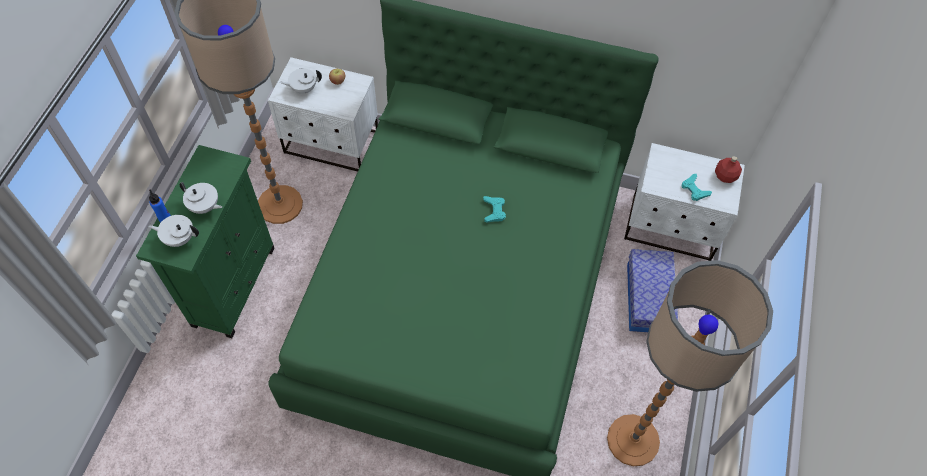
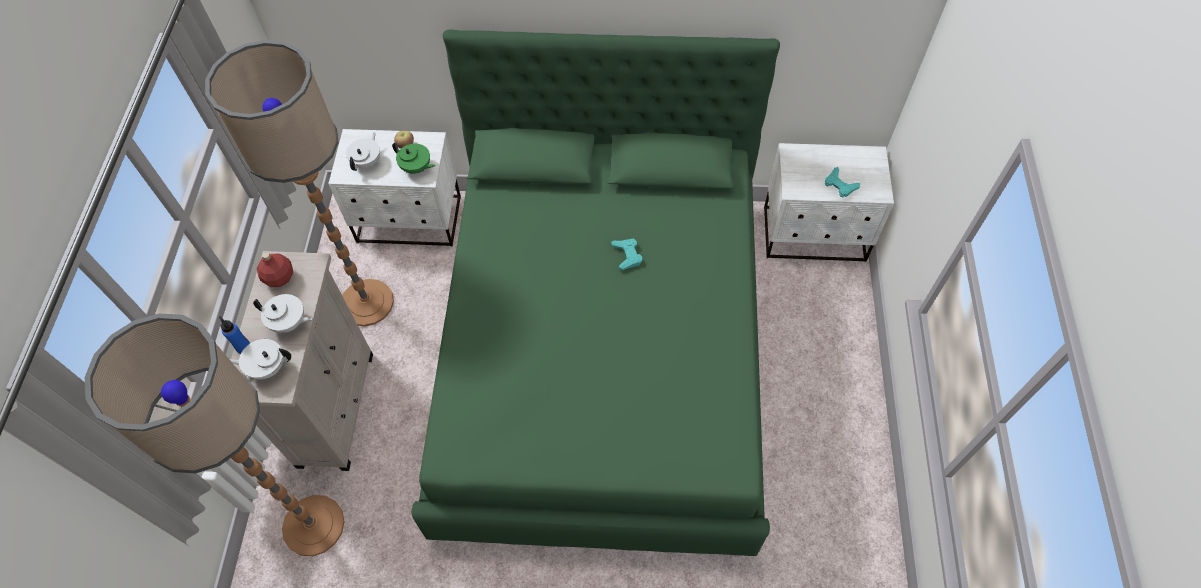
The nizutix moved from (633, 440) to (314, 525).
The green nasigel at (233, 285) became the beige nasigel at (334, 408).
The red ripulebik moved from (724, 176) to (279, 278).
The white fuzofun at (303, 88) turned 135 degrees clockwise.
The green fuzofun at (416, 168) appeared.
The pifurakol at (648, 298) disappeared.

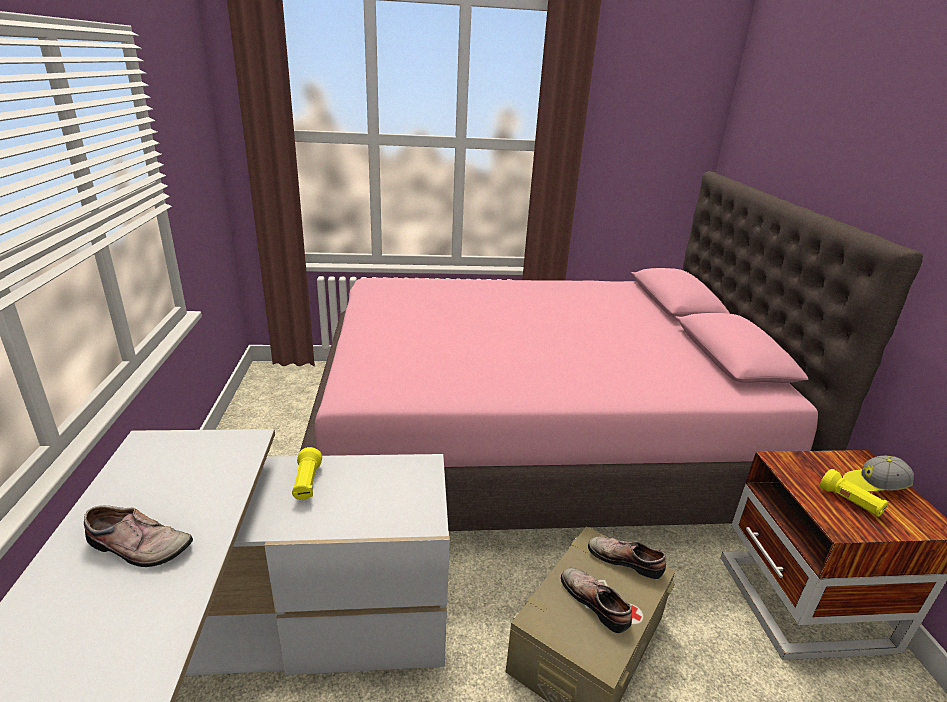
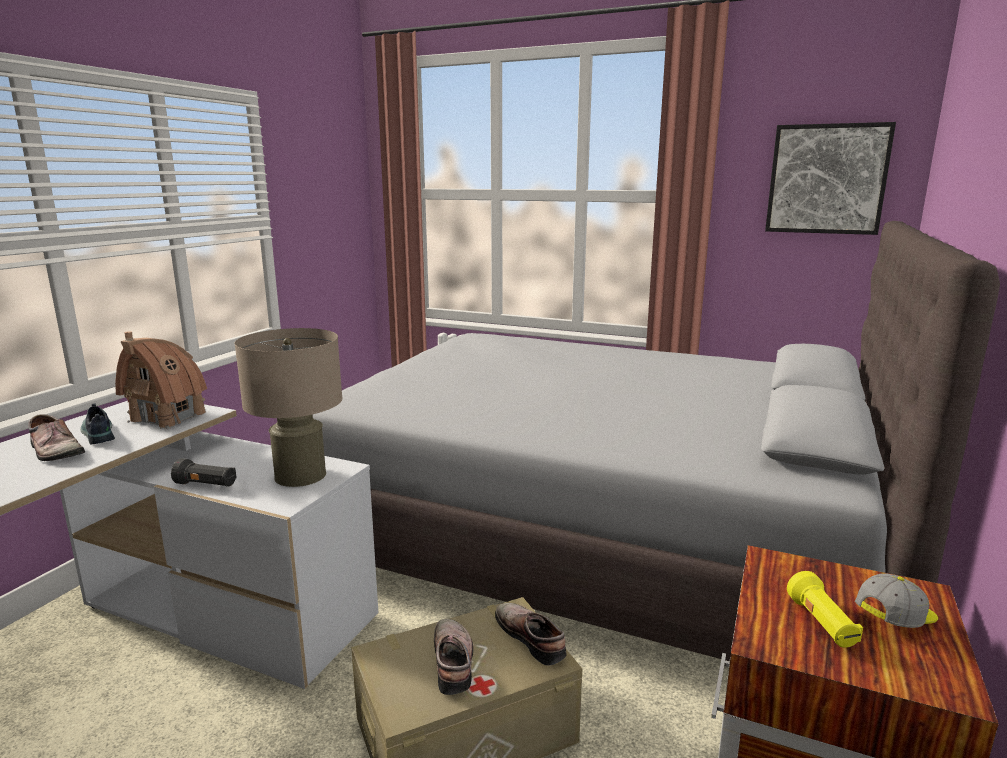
The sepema at (97, 434) appeared.
The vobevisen at (168, 417) appeared.
The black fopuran at (206, 485) appeared.
The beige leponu at (300, 475) appeared.
The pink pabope at (535, 440) became the grey pabope at (596, 532).
The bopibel at (826, 179) appeared.
The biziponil at (873, 485) turned 120 degrees clockwise.
The yellow fopuran at (307, 483) disappeared.

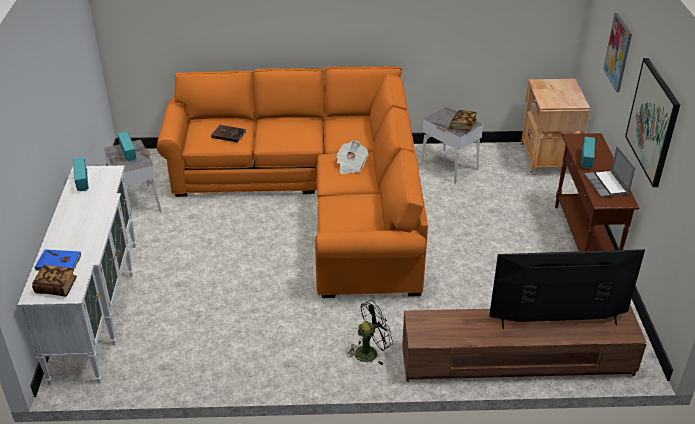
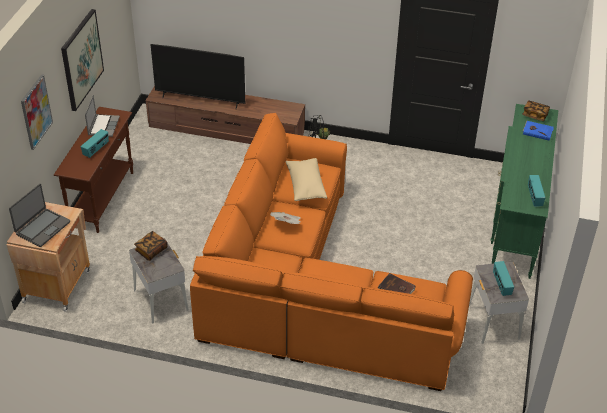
The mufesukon at (42, 228) appeared.
The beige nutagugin at (305, 186) appeared.
The white nasigel at (97, 309) became the green nasigel at (516, 220).

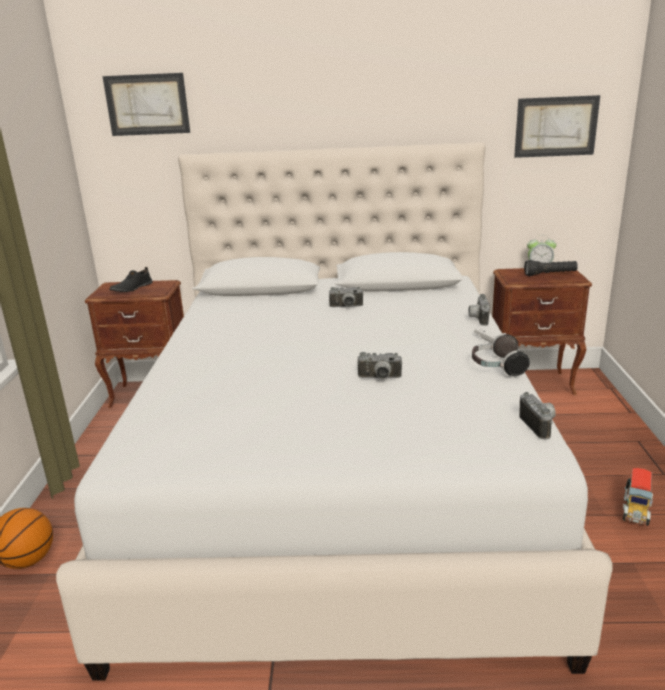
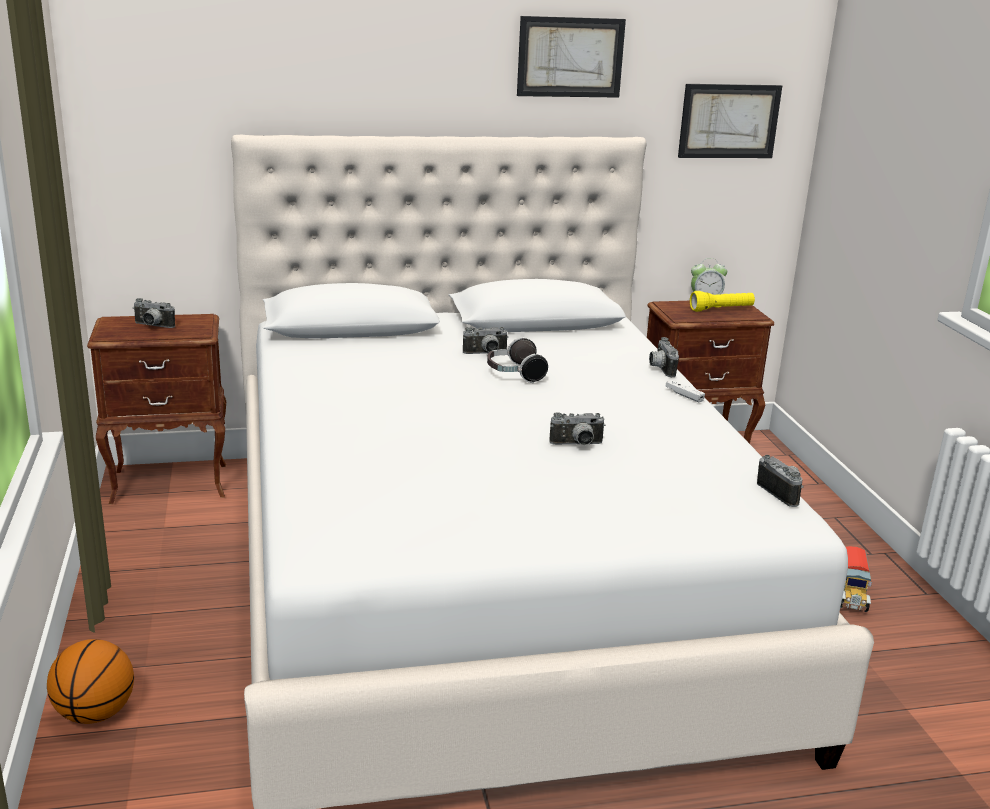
The black sepema at (131, 288) was replaced by the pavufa at (152, 326).
The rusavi moved from (497, 367) to (514, 374).
The bopibel moved from (147, 104) to (570, 57).
The black fopuran at (550, 274) became the yellow fopuran at (721, 310).

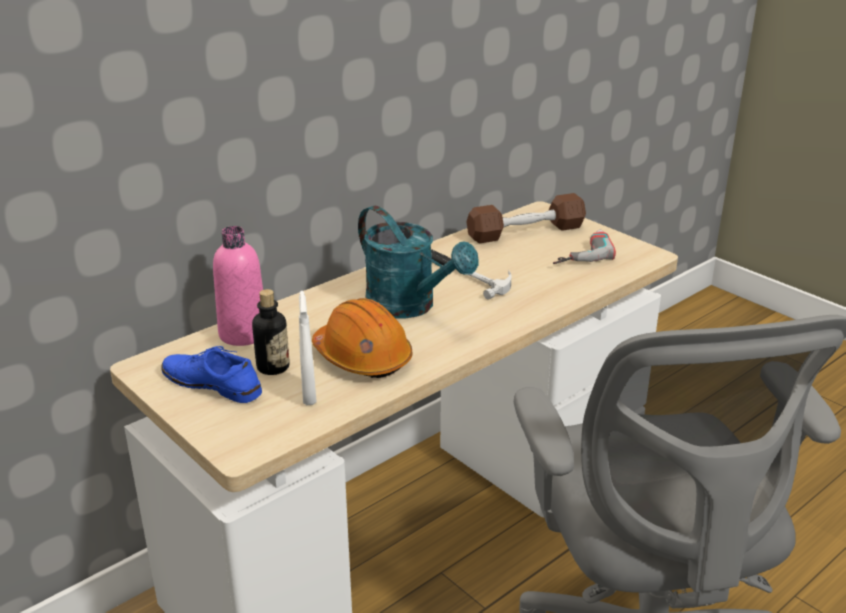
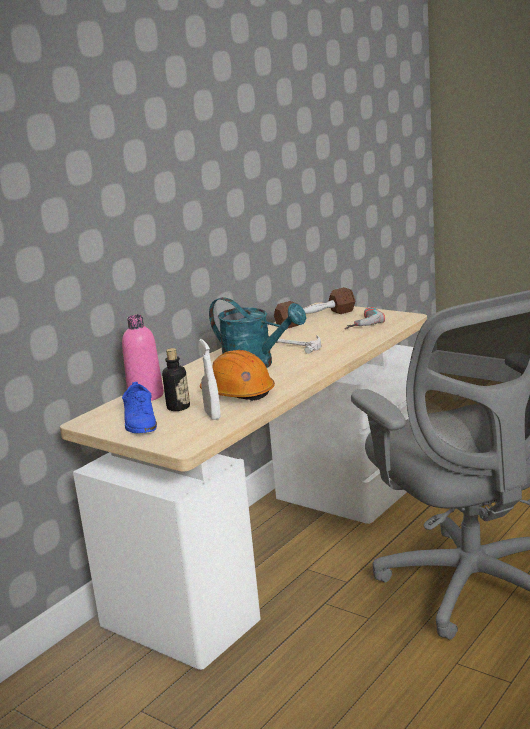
The blue sepema at (212, 384) turned 120 degrees counterclockwise.

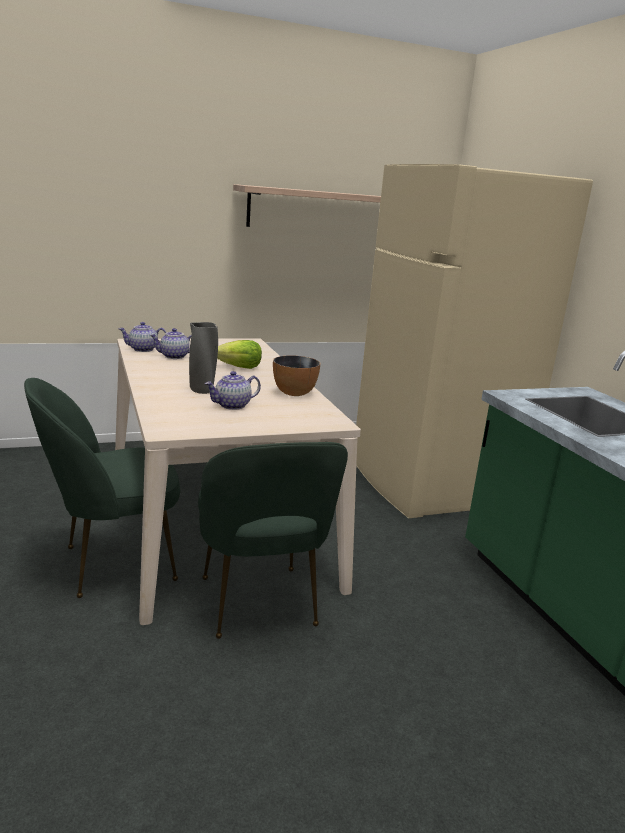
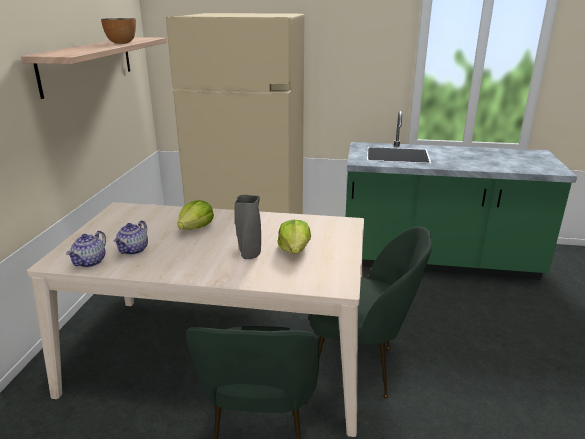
The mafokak moved from (294, 393) to (121, 43).
The fuzofun at (232, 405) was replaced by the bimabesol at (294, 250).

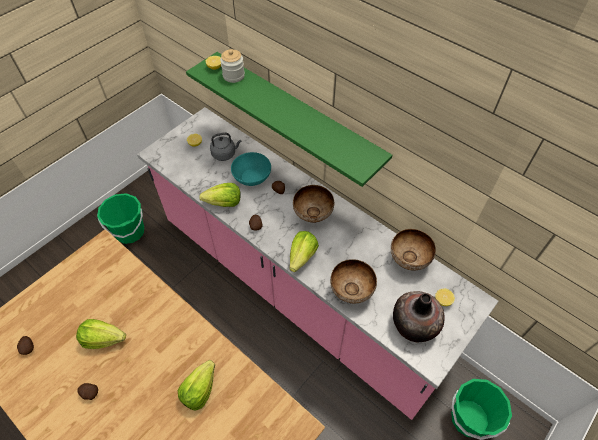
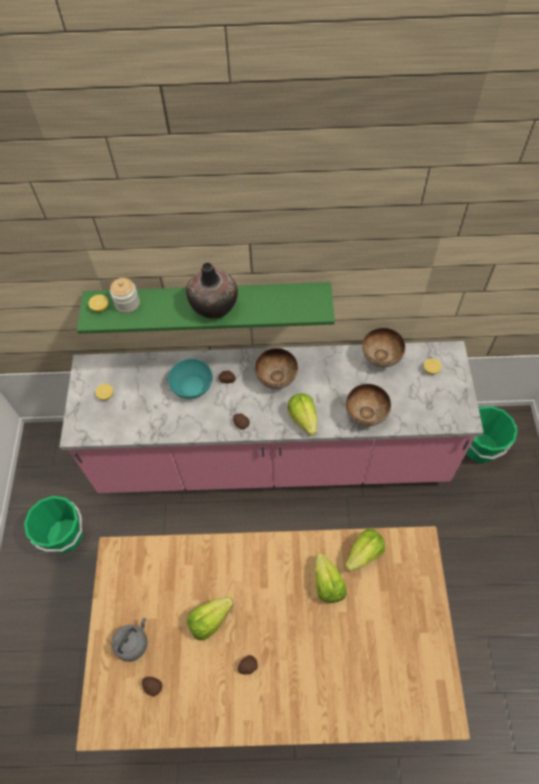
The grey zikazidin moved from (225, 154) to (133, 642).
The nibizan moved from (414, 324) to (214, 305).
The bimabesol moved from (224, 203) to (364, 554).

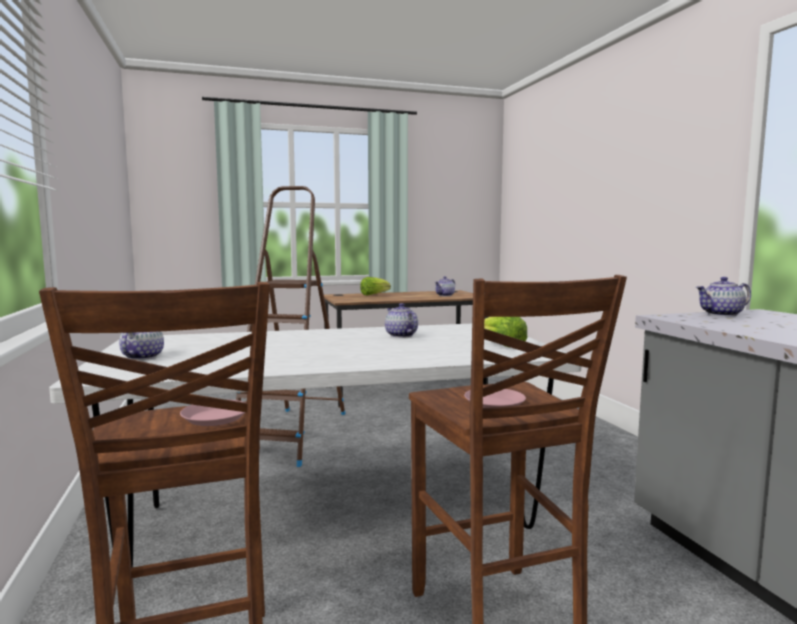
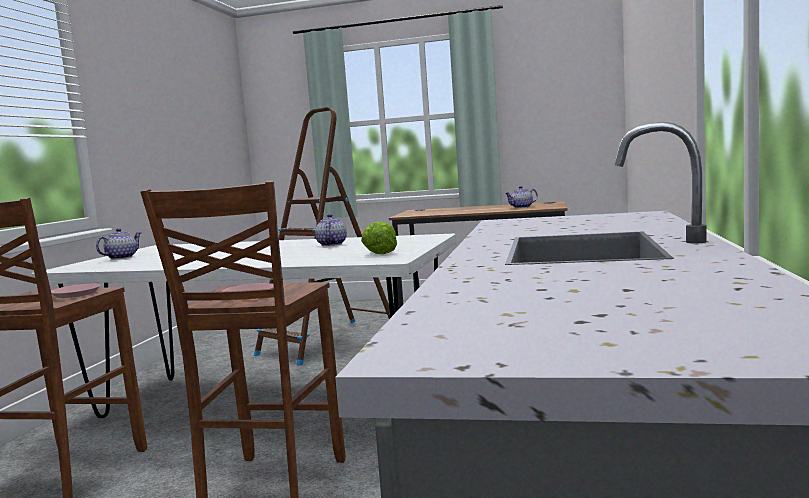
The bimabesol at (373, 295) disappeared.
The fuzofun at (722, 314) disappeared.

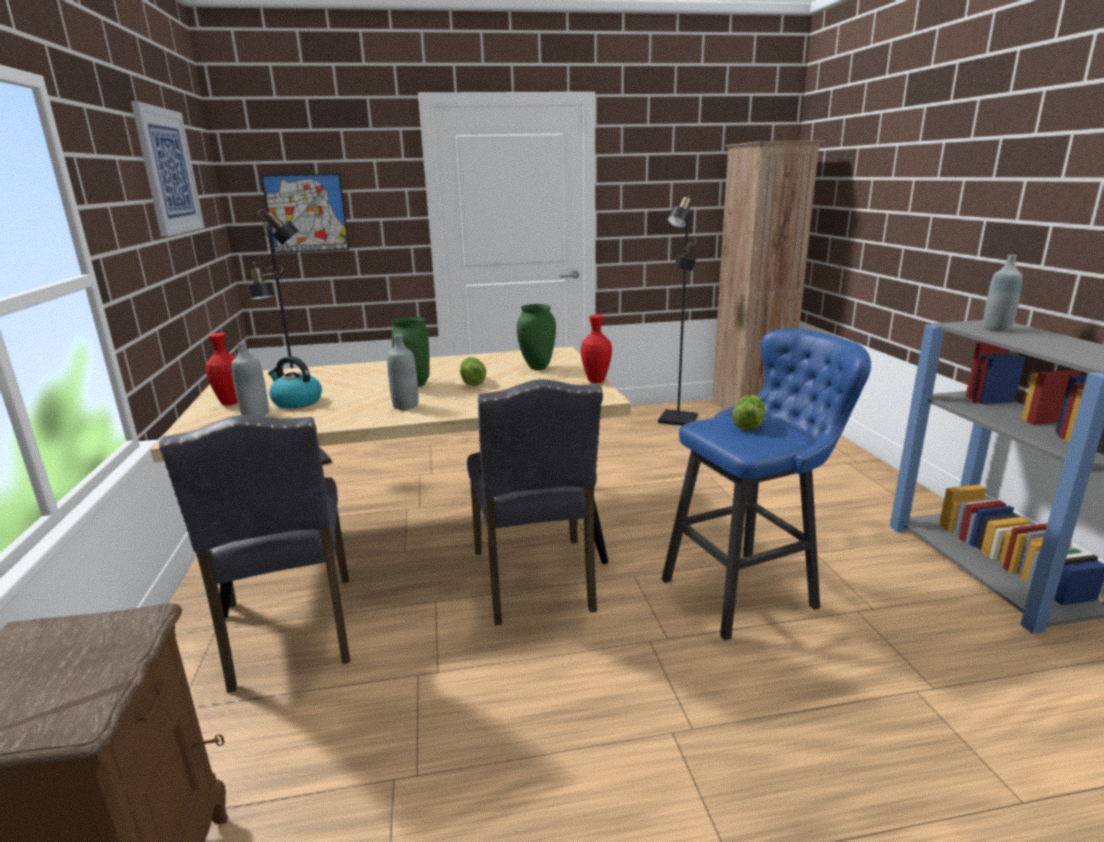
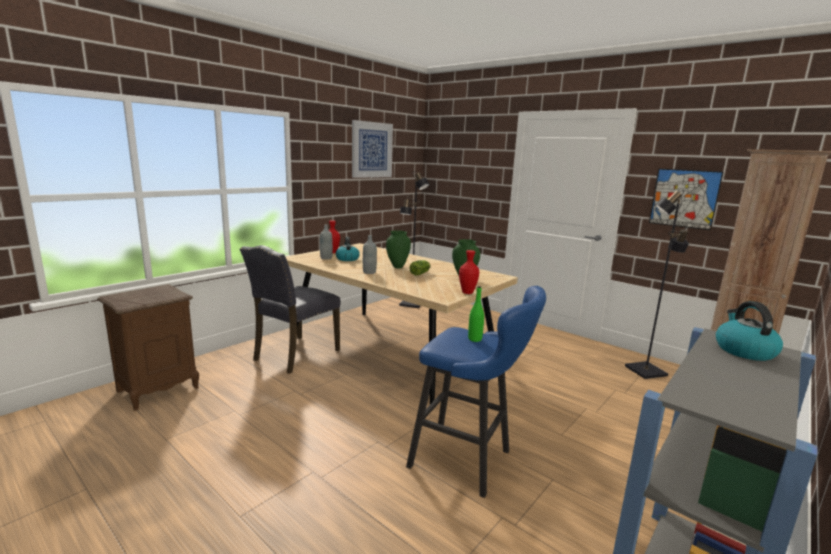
The bimabesol at (748, 423) was replaced by the green ripulebik at (475, 339).
The bopibel moved from (306, 213) to (684, 198).
The grey ripulebik at (996, 329) was replaced by the zikazidin at (743, 350).
The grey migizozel at (536, 581) disappeared.

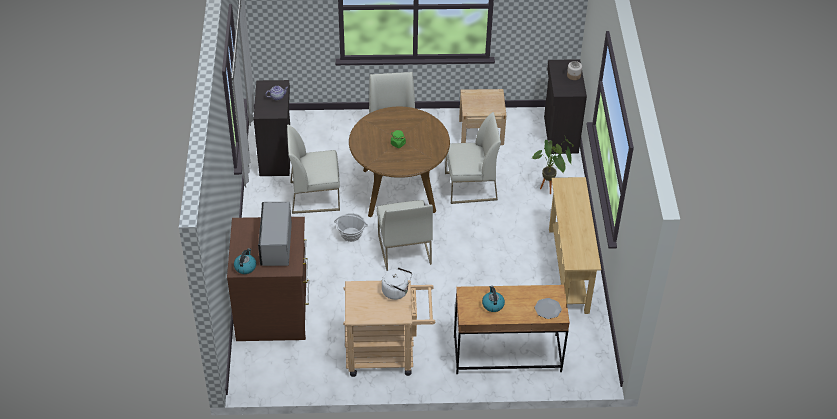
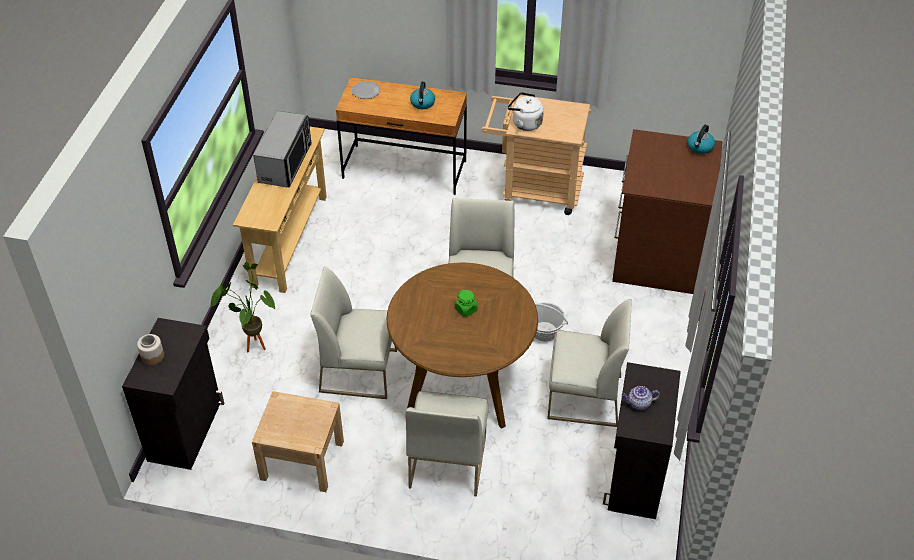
The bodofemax moved from (275, 244) to (285, 163).

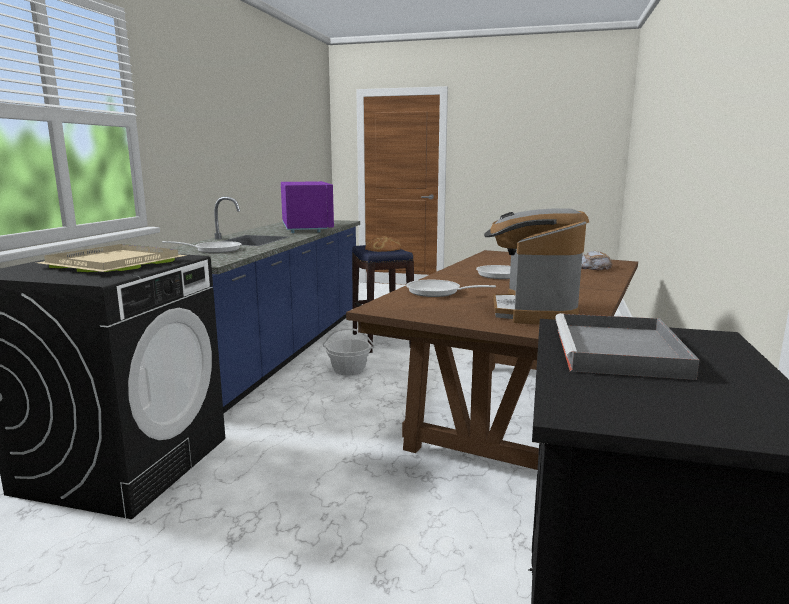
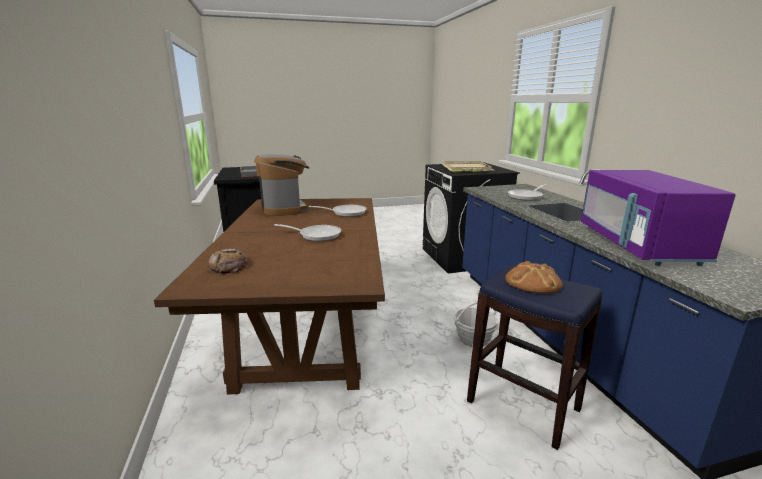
The purple bodofemax at (307, 228) turned 45 degrees clockwise.

